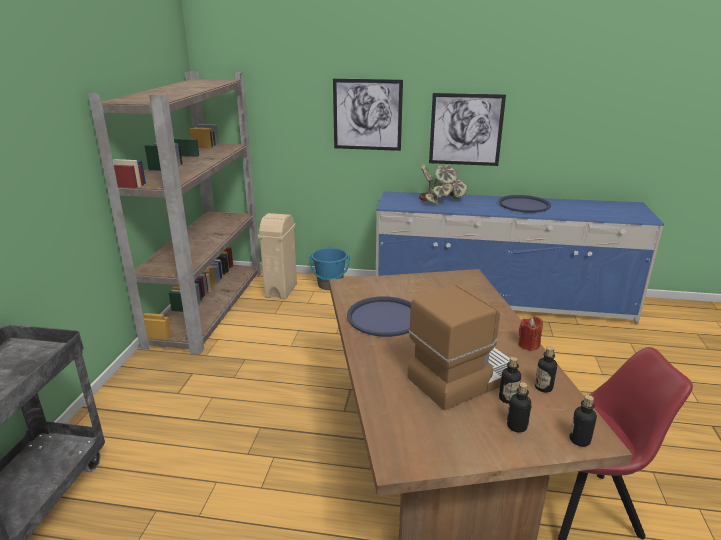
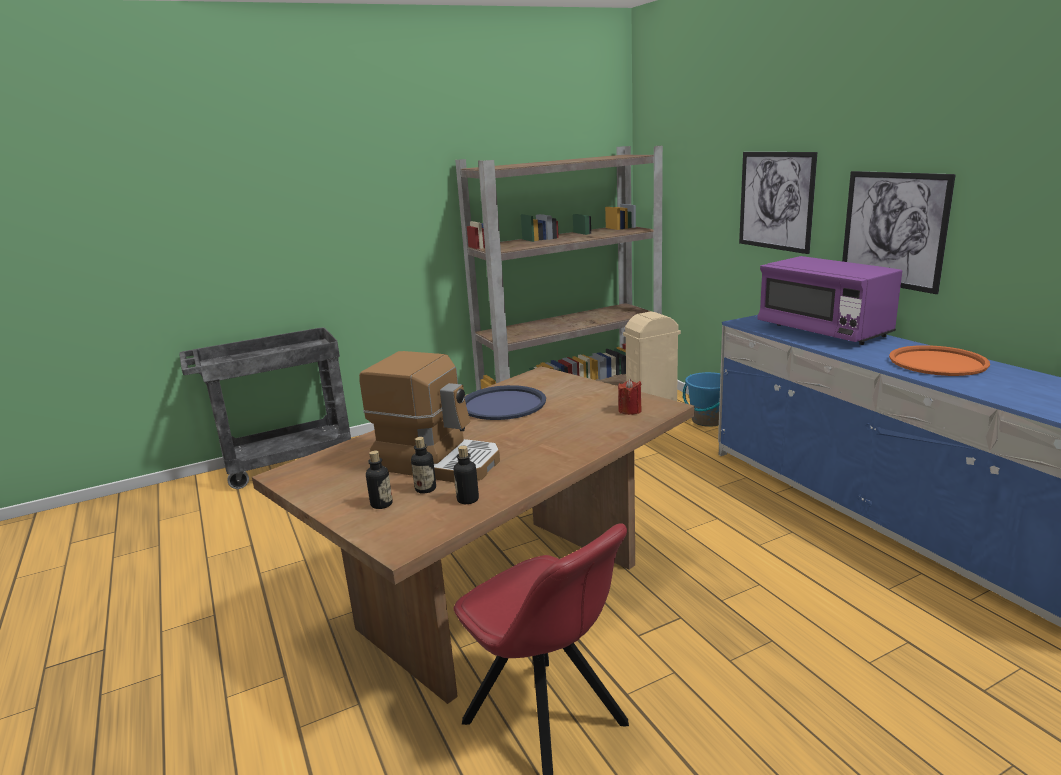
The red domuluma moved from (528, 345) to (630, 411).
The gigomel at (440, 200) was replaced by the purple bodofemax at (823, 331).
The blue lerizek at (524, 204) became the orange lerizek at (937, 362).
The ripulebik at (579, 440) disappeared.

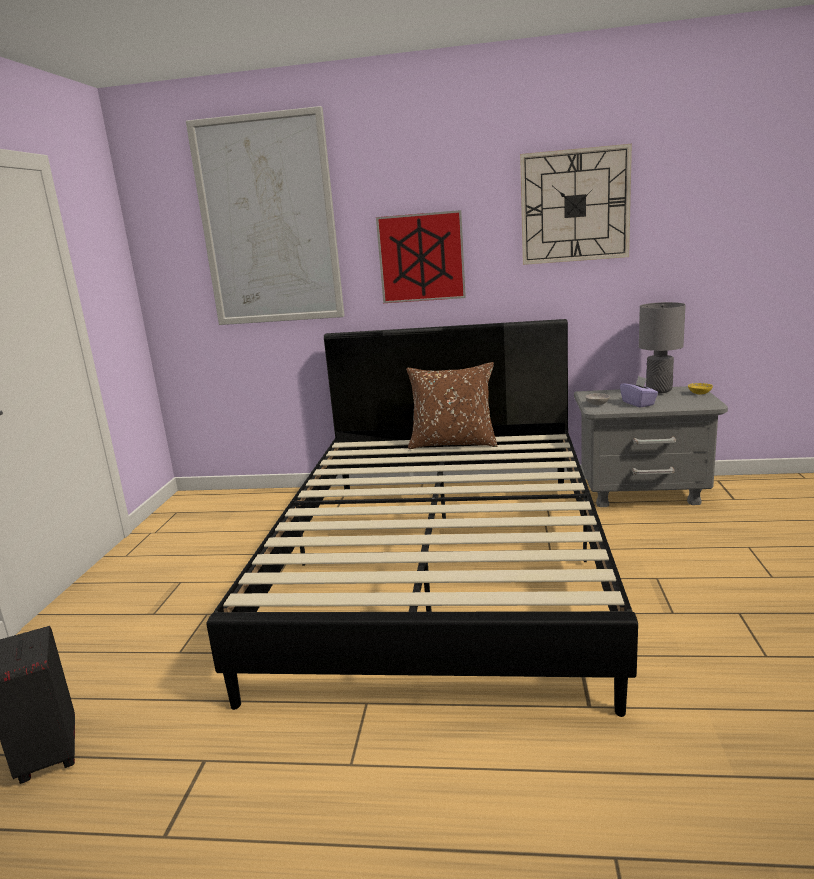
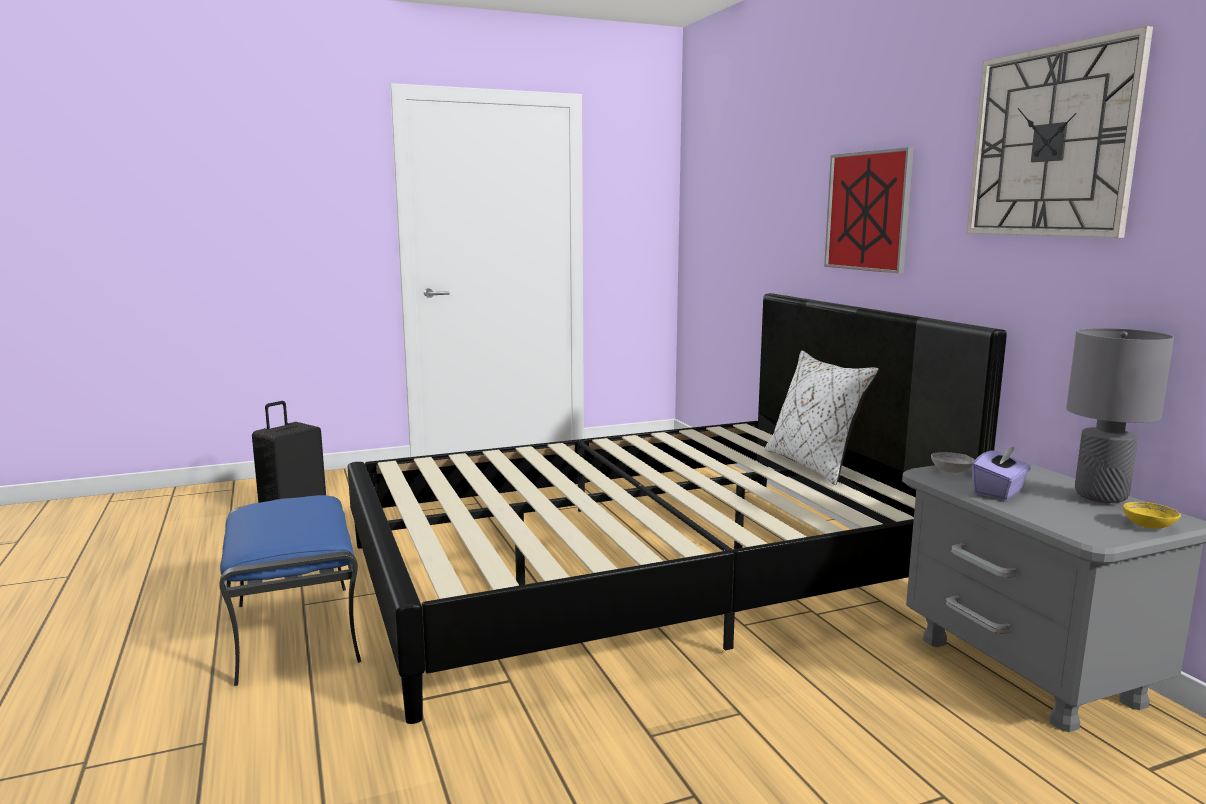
The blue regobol at (298, 631) appeared.
The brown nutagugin at (453, 444) became the white nutagugin at (814, 465).
The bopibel at (268, 221) disappeared.

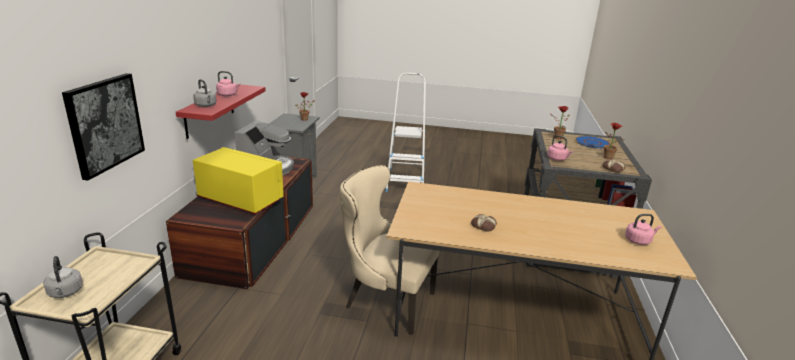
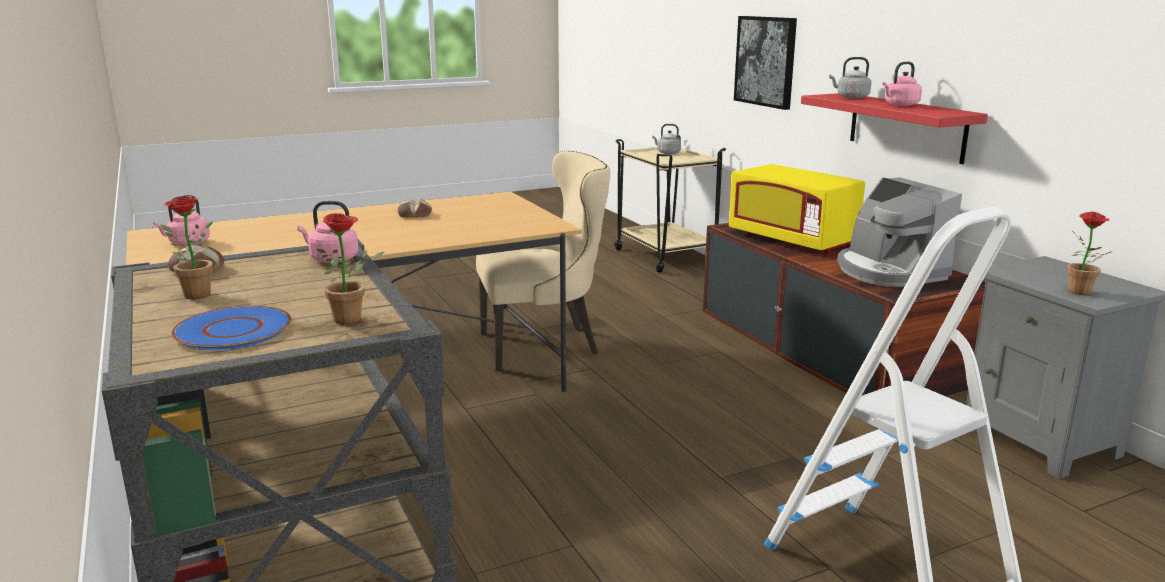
The yellow bodofemax at (240, 200) turned 60 degrees clockwise.

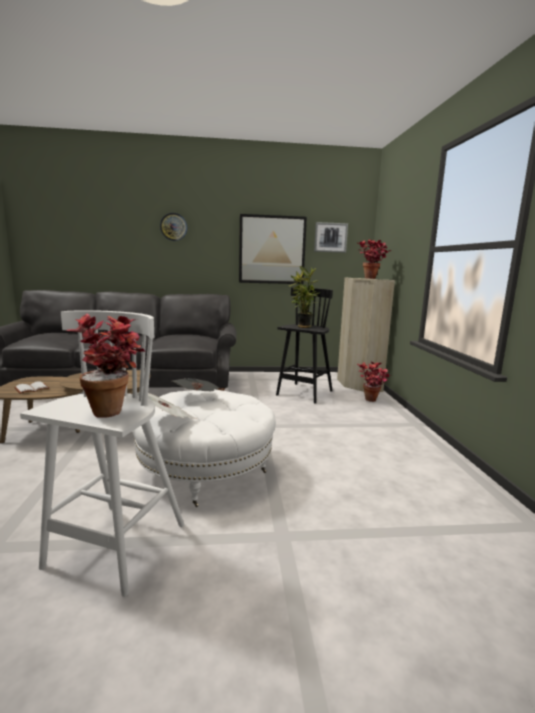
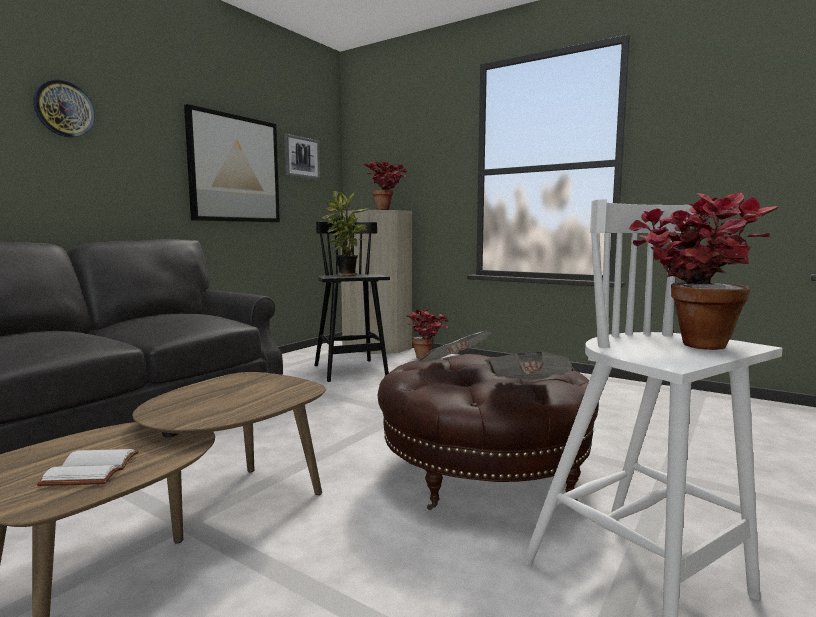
The white regobol at (205, 470) became the brown regobol at (484, 472).

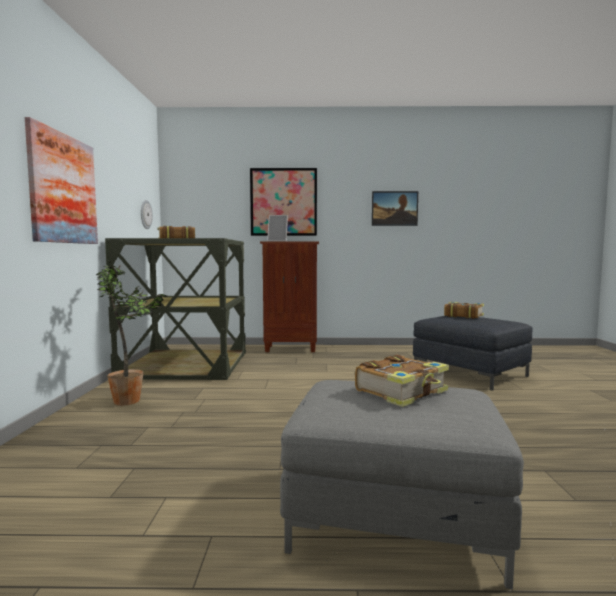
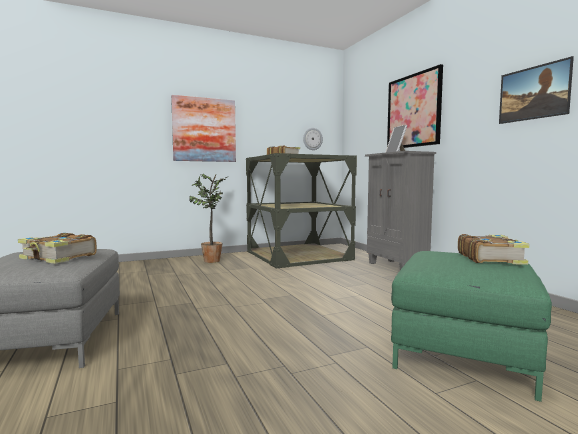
The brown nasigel at (290, 349) became the grey nasigel at (396, 267).
The grey regobol at (470, 373) became the green regobol at (464, 350).

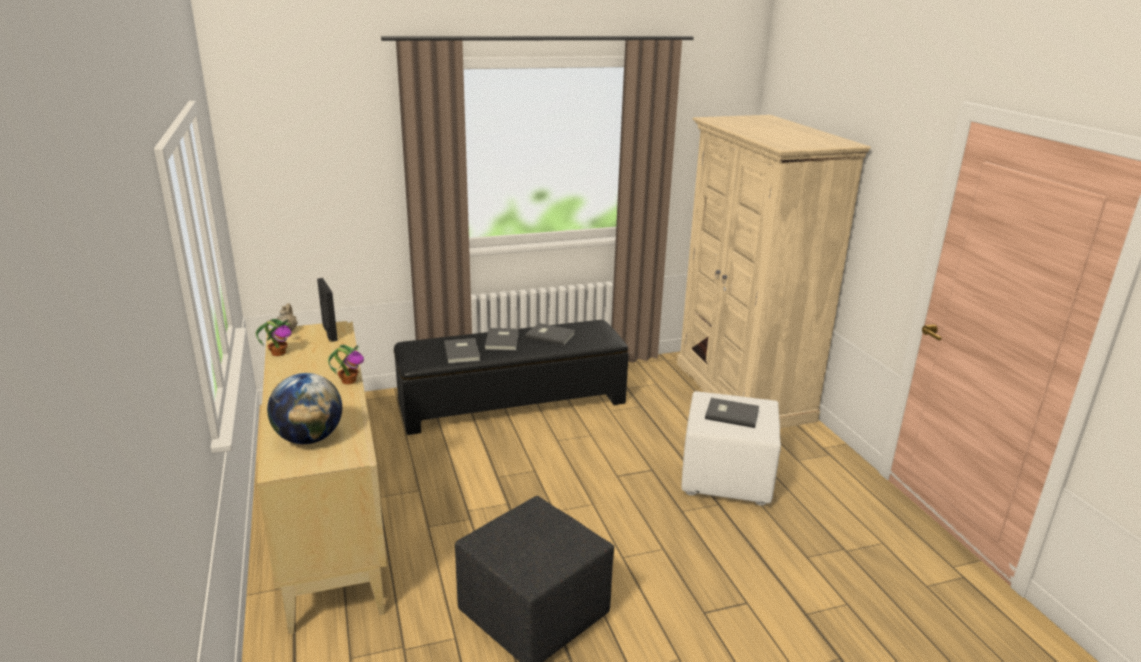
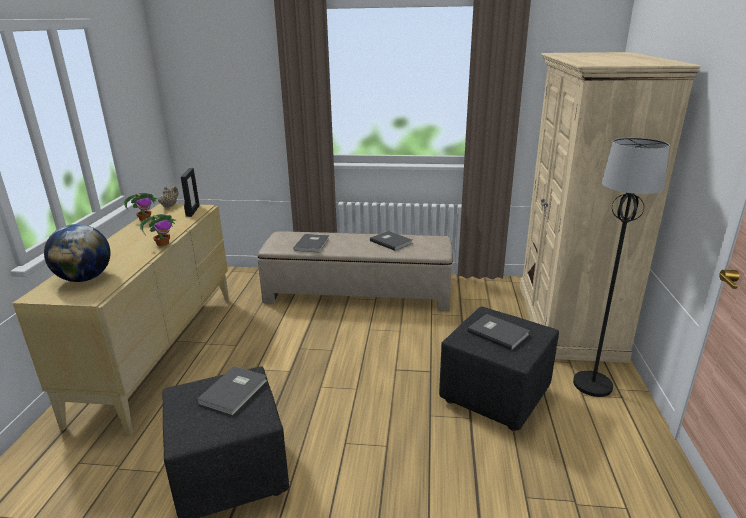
The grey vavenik moved from (503, 340) to (235, 391).
The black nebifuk at (513, 401) became the beige nebifuk at (359, 292).
The white regobol at (727, 478) became the black regobol at (496, 395).
The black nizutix at (593, 384) appeared.

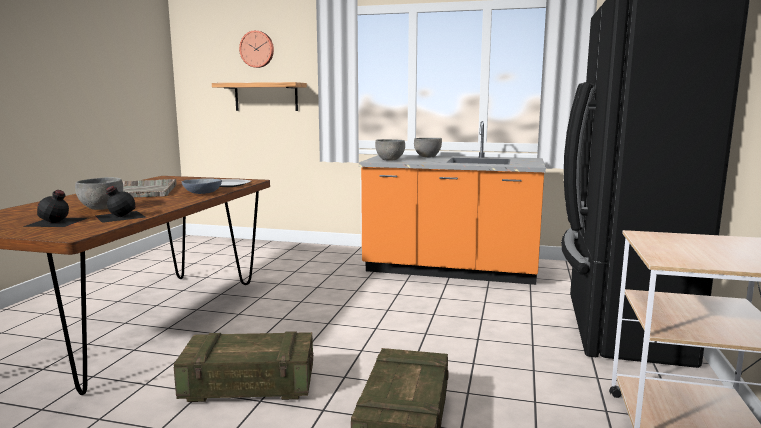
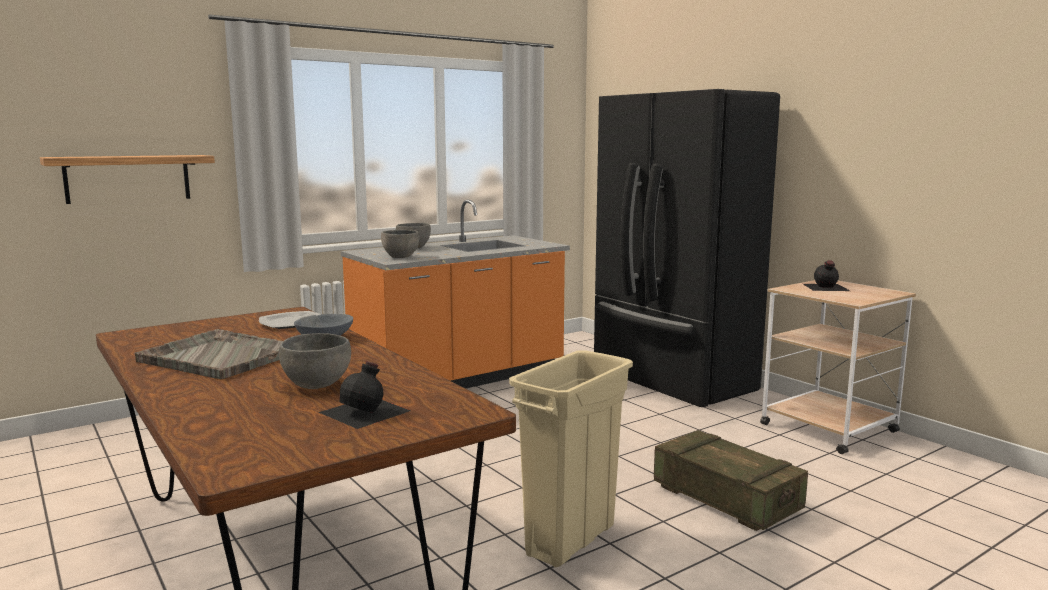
The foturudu at (249, 385) was replaced by the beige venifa at (571, 540).
The black ripulebik moved from (119, 216) to (825, 287).
The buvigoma at (257, 49) disappeared.

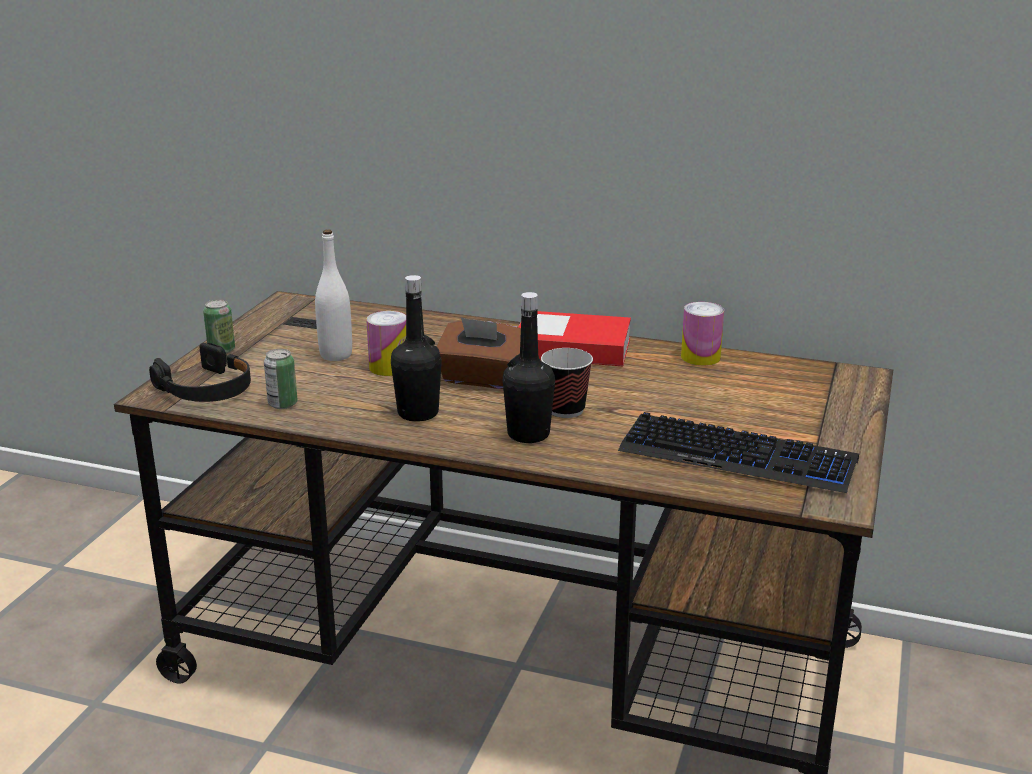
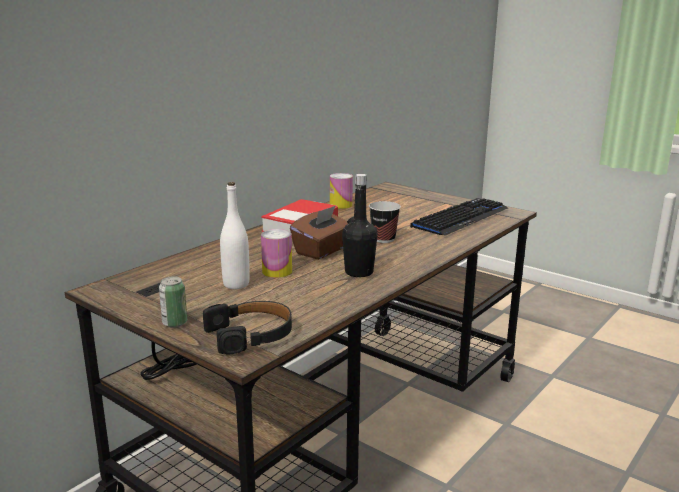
The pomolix at (282, 404) disappeared.
The black ripulebik at (528, 434) disappeared.

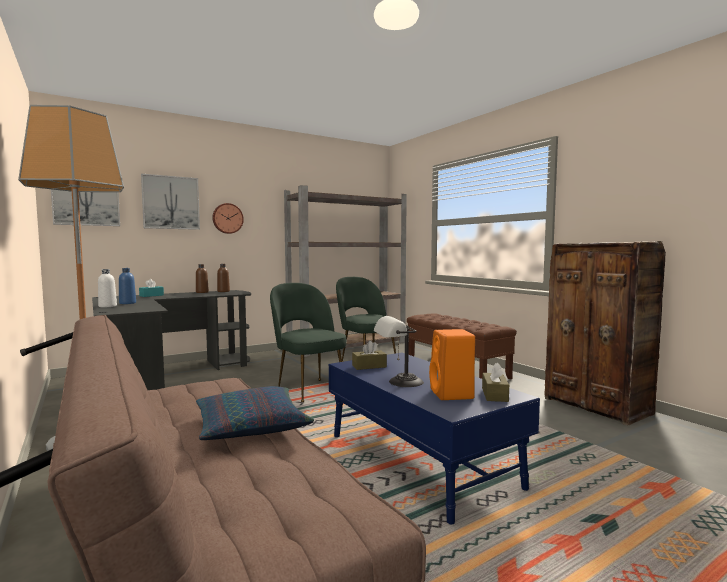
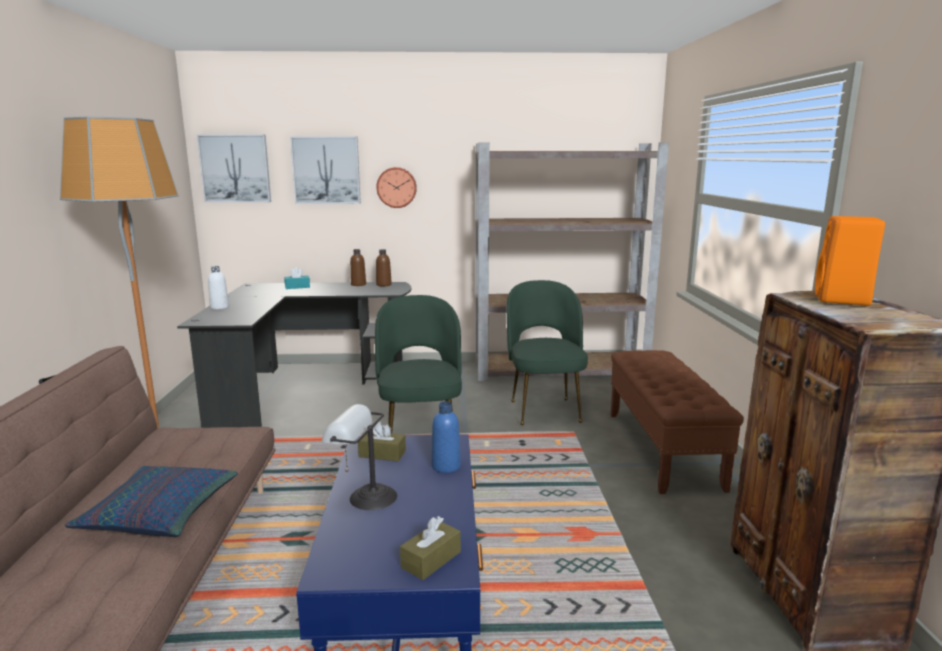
The blue ripulebik moved from (127, 303) to (446, 466).
The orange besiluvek moved from (452, 394) to (842, 300).

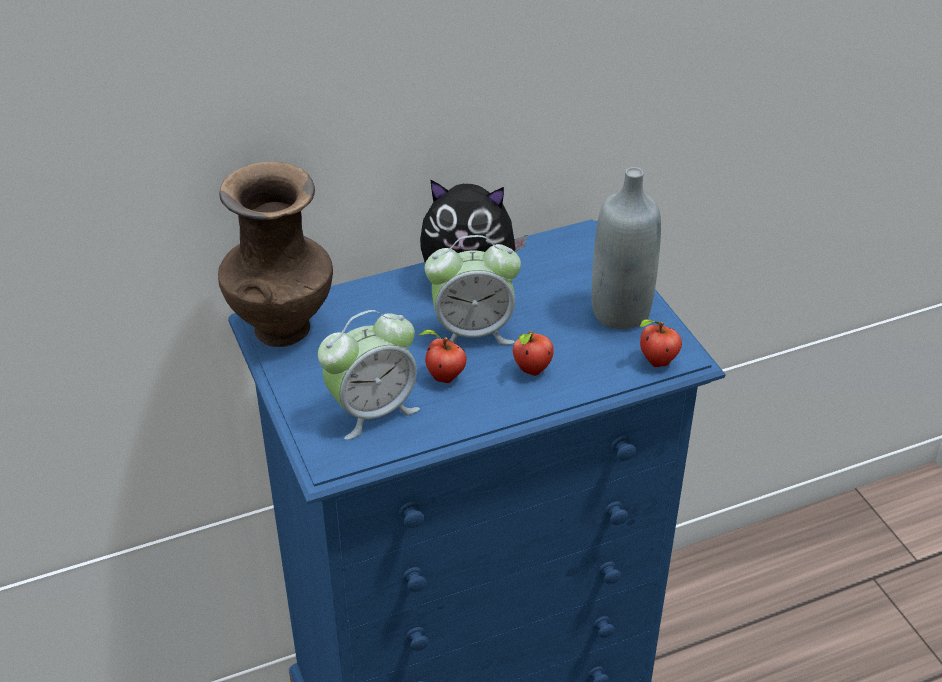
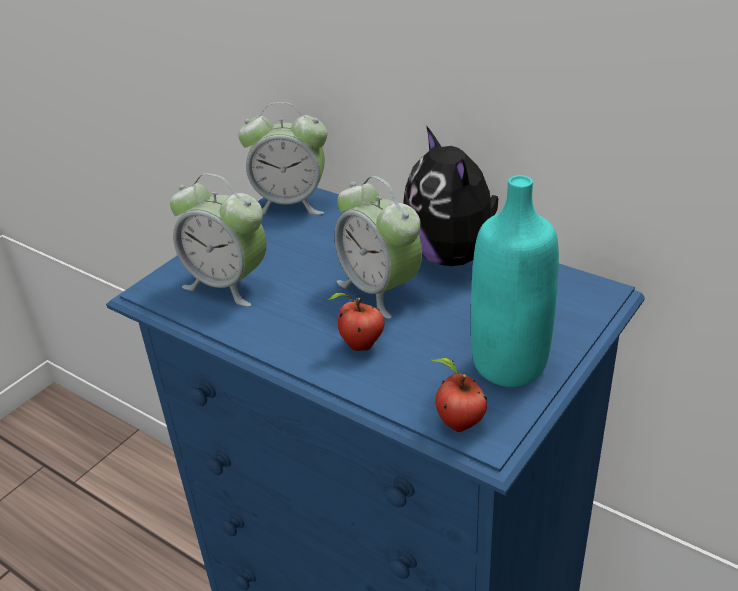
The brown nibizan at (282, 326) was replaced by the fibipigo at (290, 203).
The grey ripulebik at (620, 312) became the turquoise ripulebik at (509, 364).
The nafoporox at (443, 377) disappeared.

